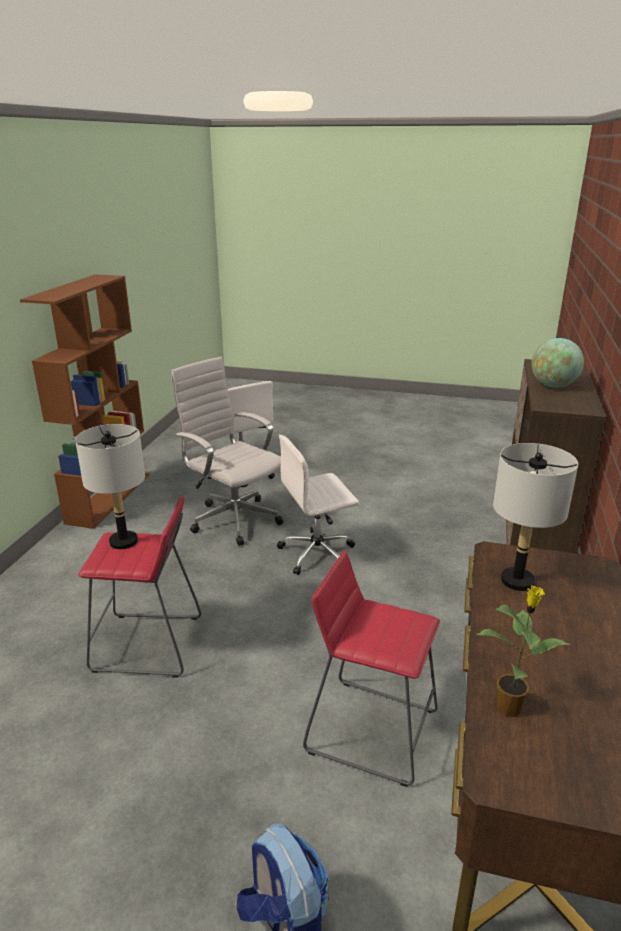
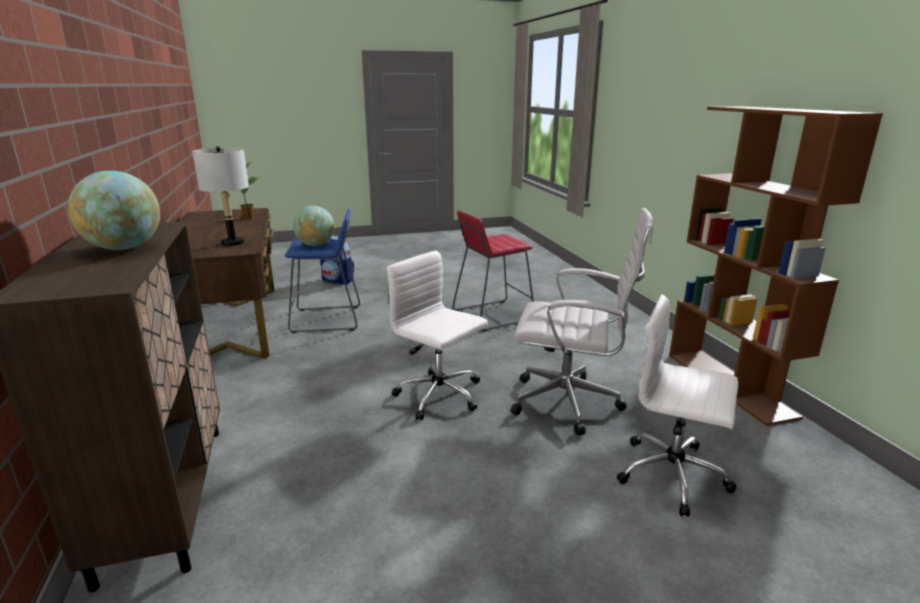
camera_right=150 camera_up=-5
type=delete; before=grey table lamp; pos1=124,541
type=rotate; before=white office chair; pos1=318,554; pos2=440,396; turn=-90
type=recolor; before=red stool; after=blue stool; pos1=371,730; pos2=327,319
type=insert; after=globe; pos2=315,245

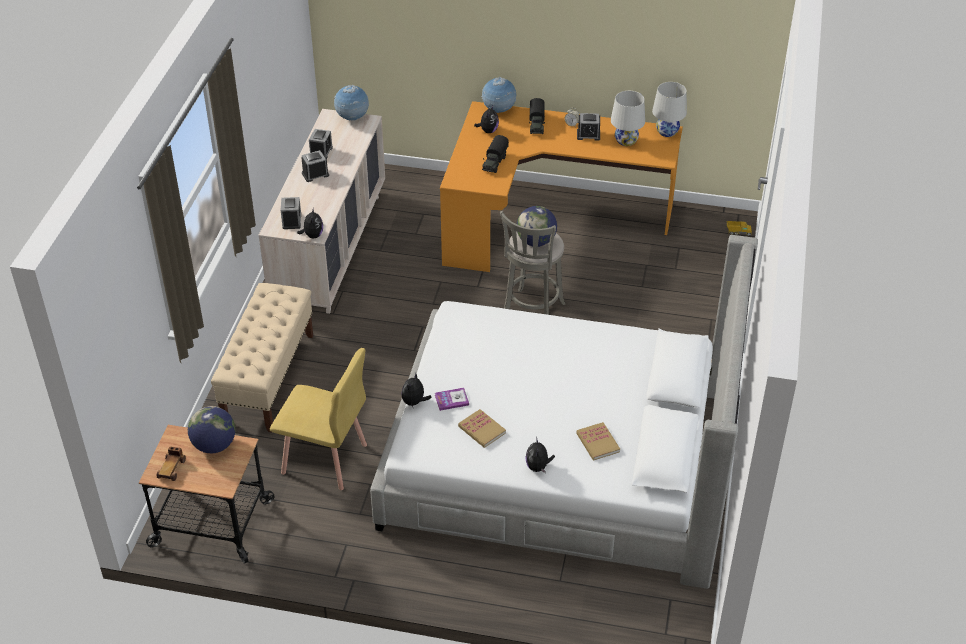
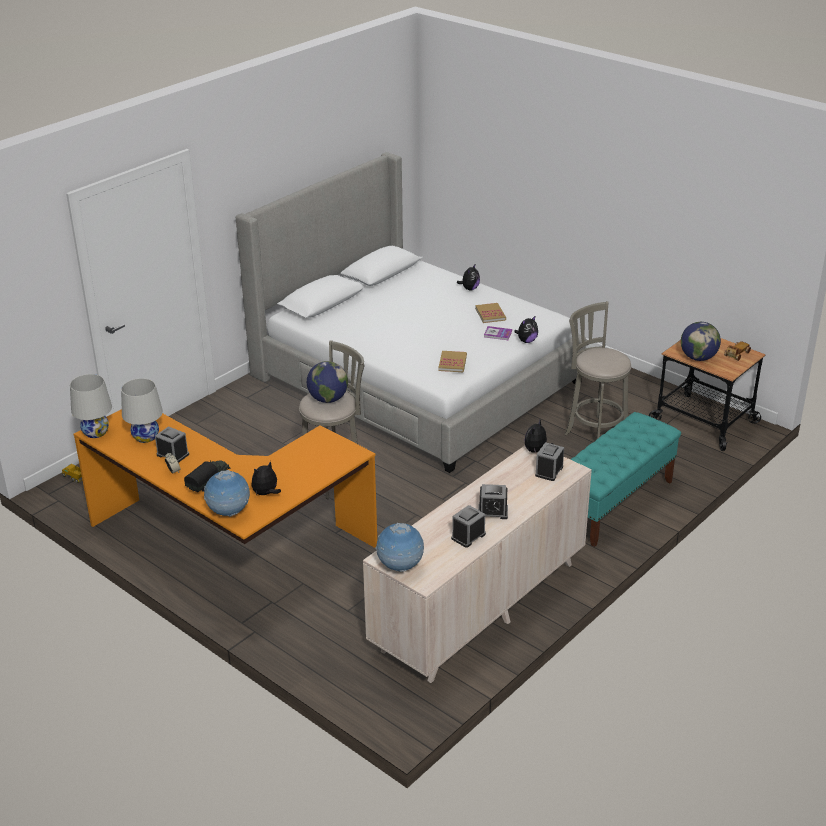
camera_right=-150 camera_up=-10
type=recolor; before=beige bench; after=turquoise bench; pos1=269,378; pos2=612,503
type=replace; before=yellow chair; after=grey stool; pos1=325,459; pos2=594,432
type=delete; before=toy truck; pos1=494,162
type=move; before=book; pos1=598,442; pos2=452,363

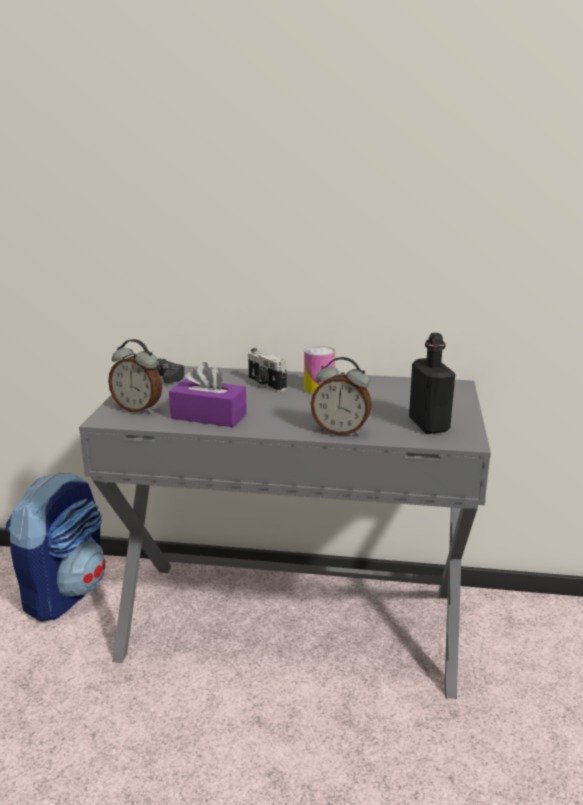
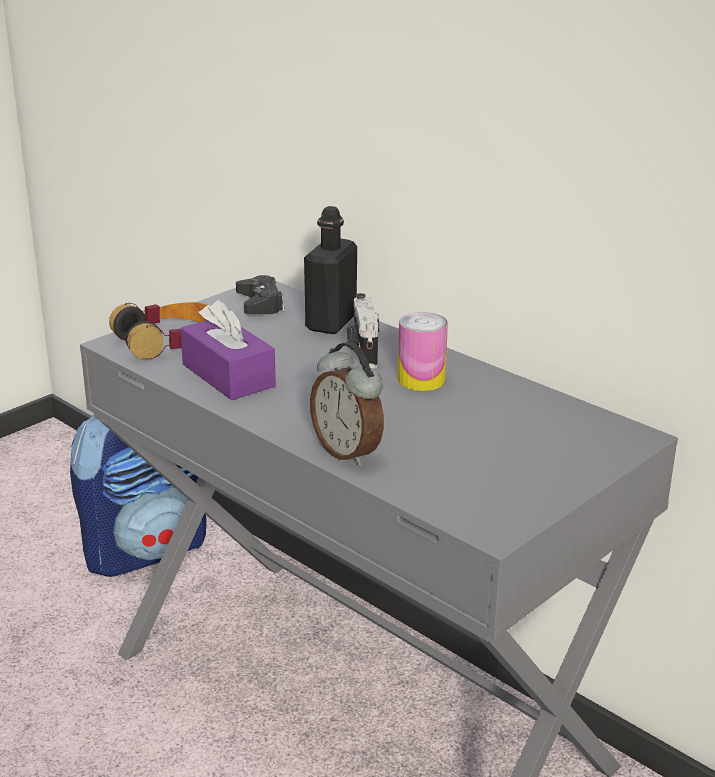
camera_right=35 camera_up=5
type=replace; before=alarm clock; after=headphones; pos1=138,409; pos2=168,340
type=move; before=black bottle; pos1=429,425; pos2=331,323

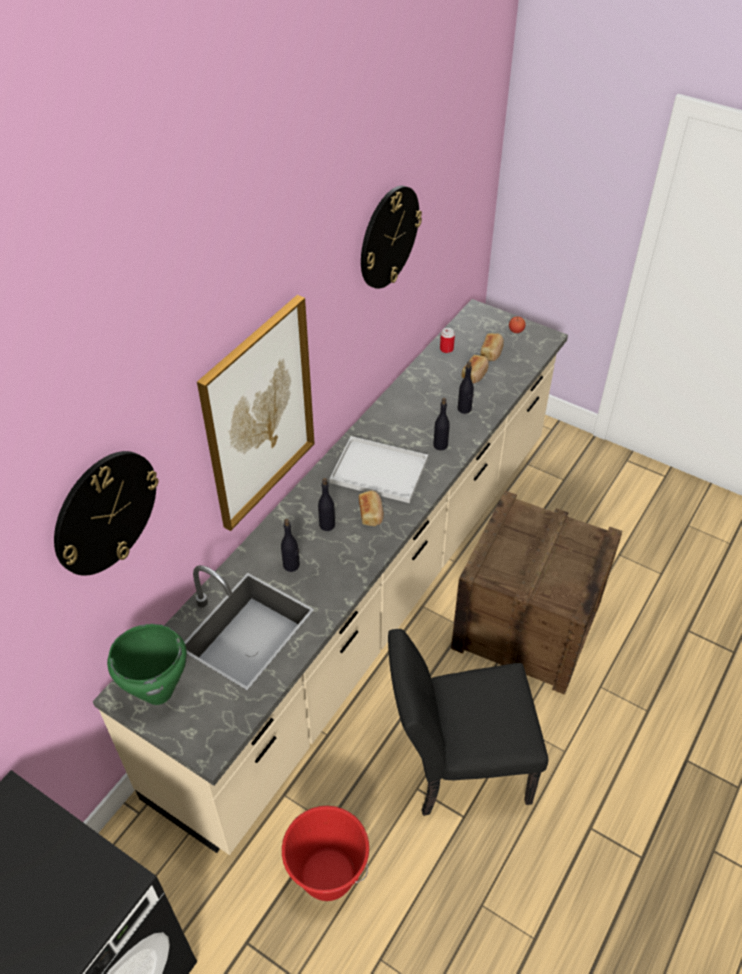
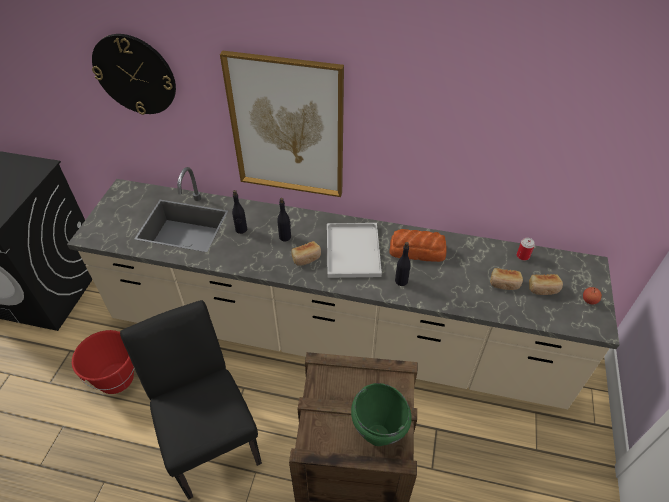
camera_right=70 camera_up=0
type=move; before=green cooking pot; pos1=157,692; pos2=378,435
type=delete; before=wall clock; pos1=388,237
type=delete; before=black bottle; pos1=464,409
type=insert; after=bread; pos2=418,251

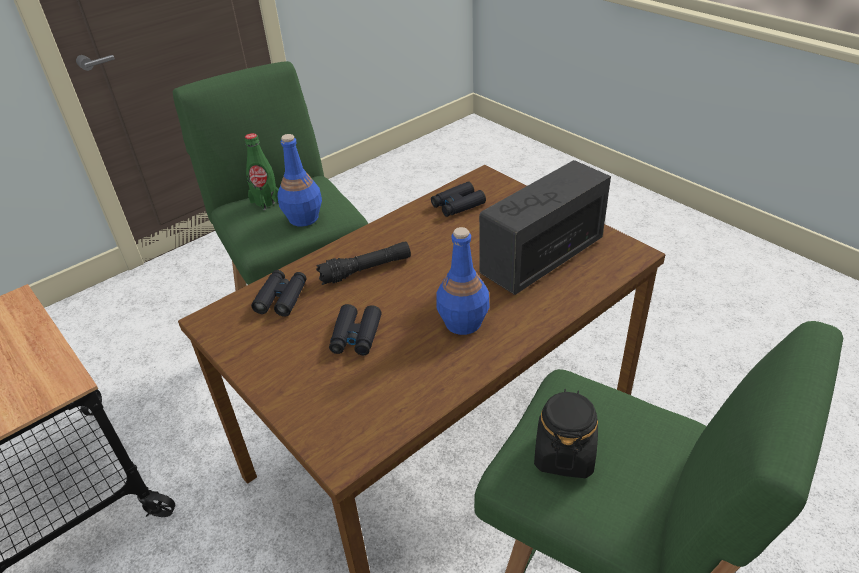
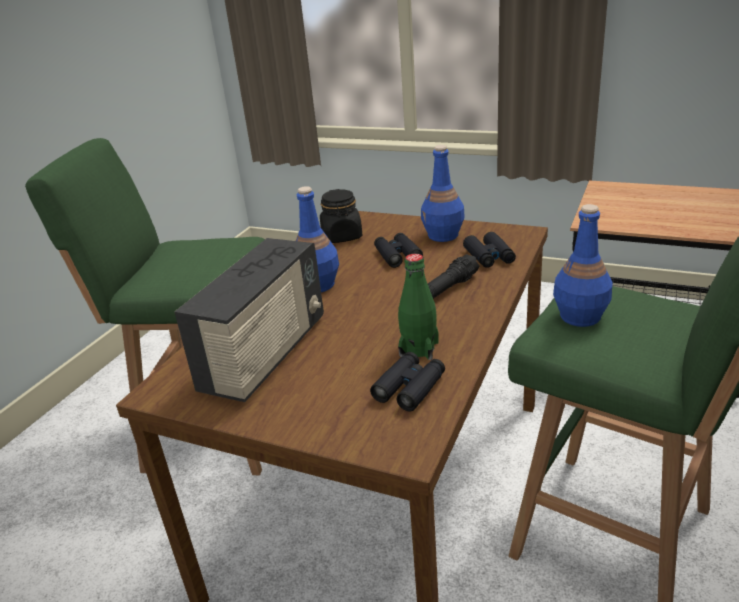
camera_right=155 camera_up=-10
type=move; before=green bottle; pos1=266,201; pos2=419,348
type=move; before=black jar; pos1=564,454; pos2=342,236
type=insert; after=blue bottle; pos2=443,236

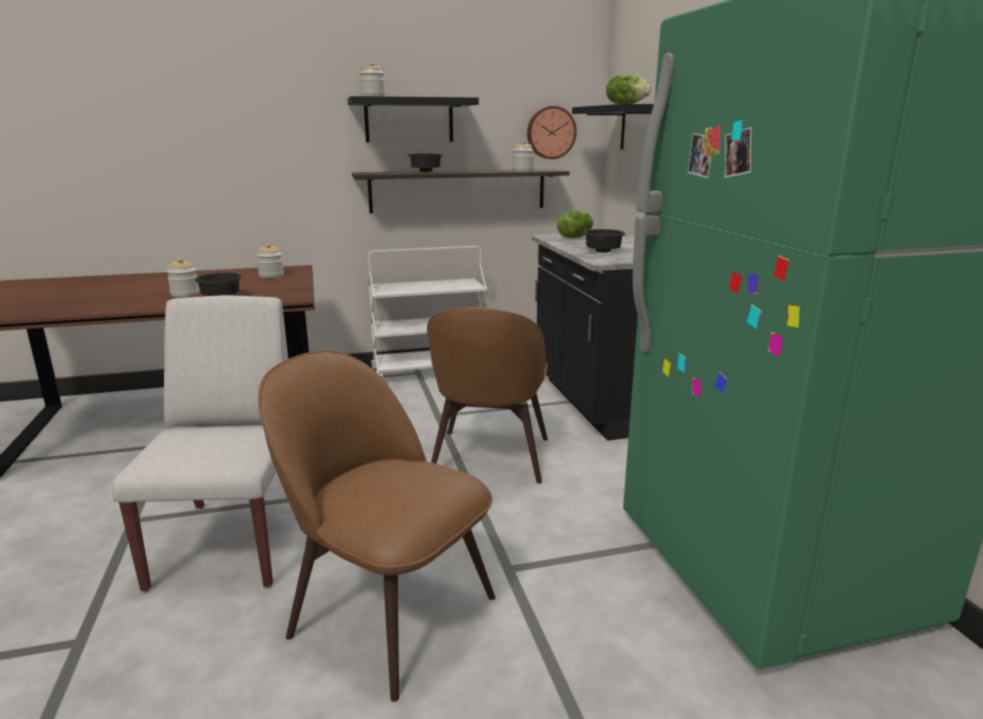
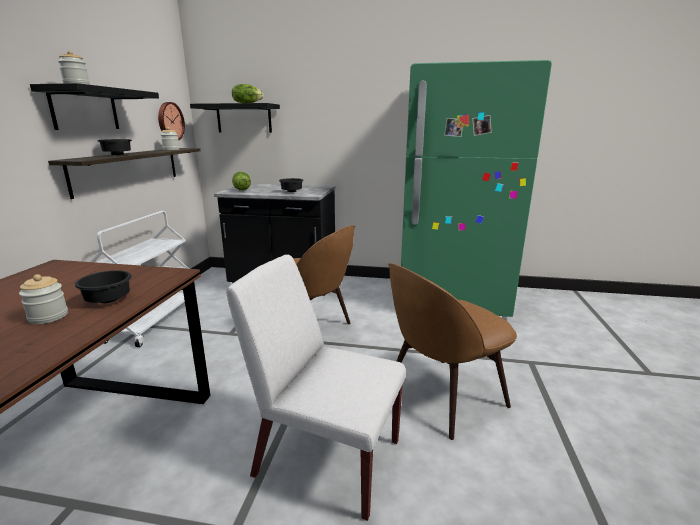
camera_right=-65 camera_up=0
type=delete; before=jar; pos1=271,276

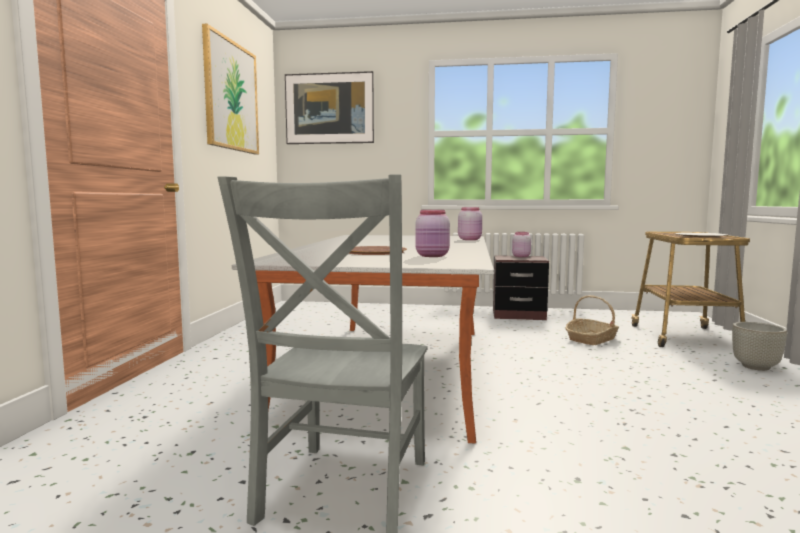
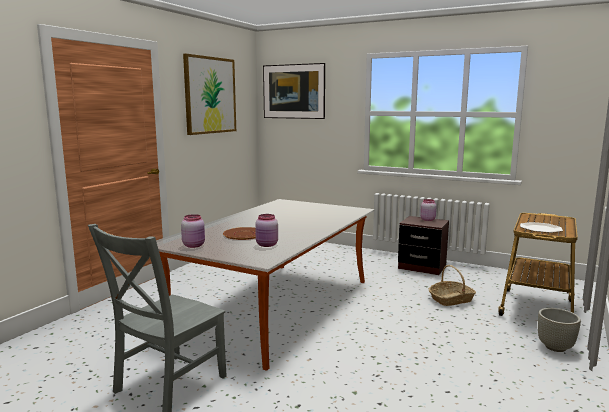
camera_right=20 camera_up=5
type=move; before=pink jar; pos1=470,239; pos2=194,245

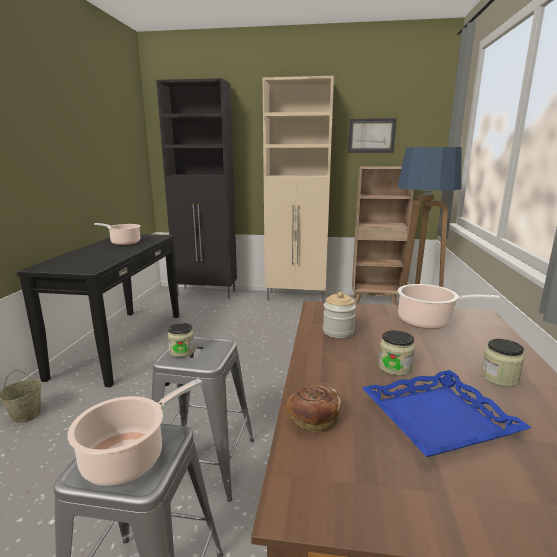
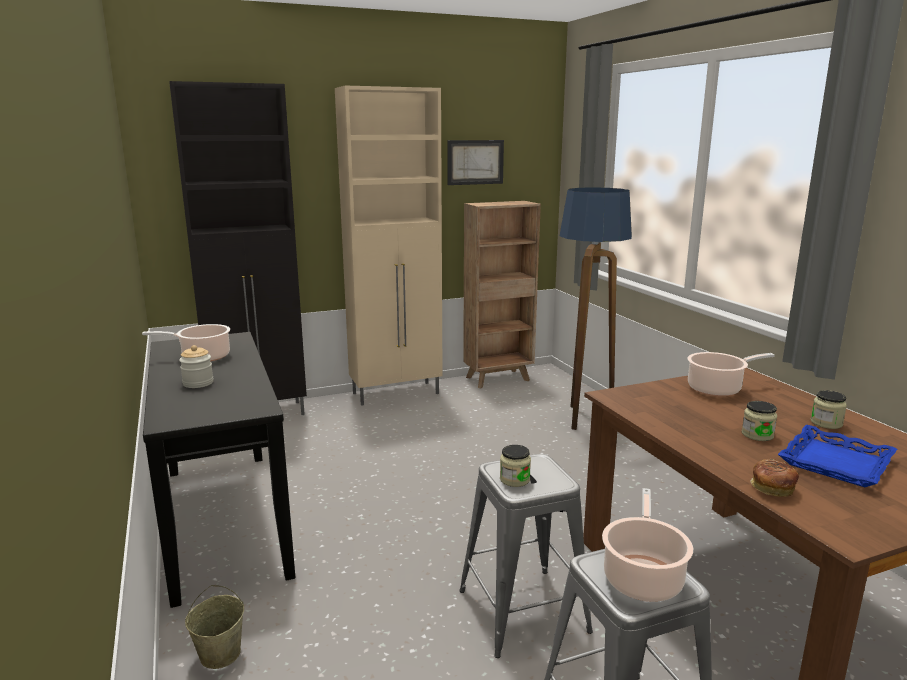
camera_right=-30 camera_up=0
type=move; before=jar; pos1=338,332; pos2=198,383

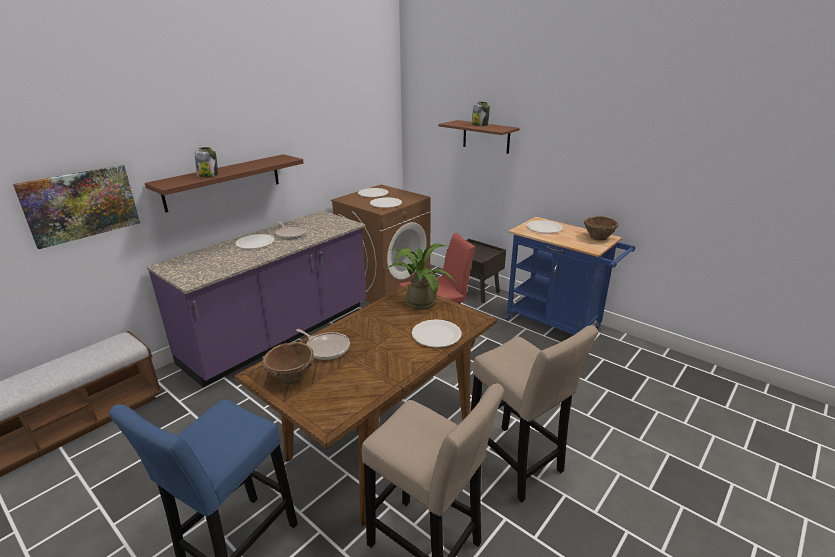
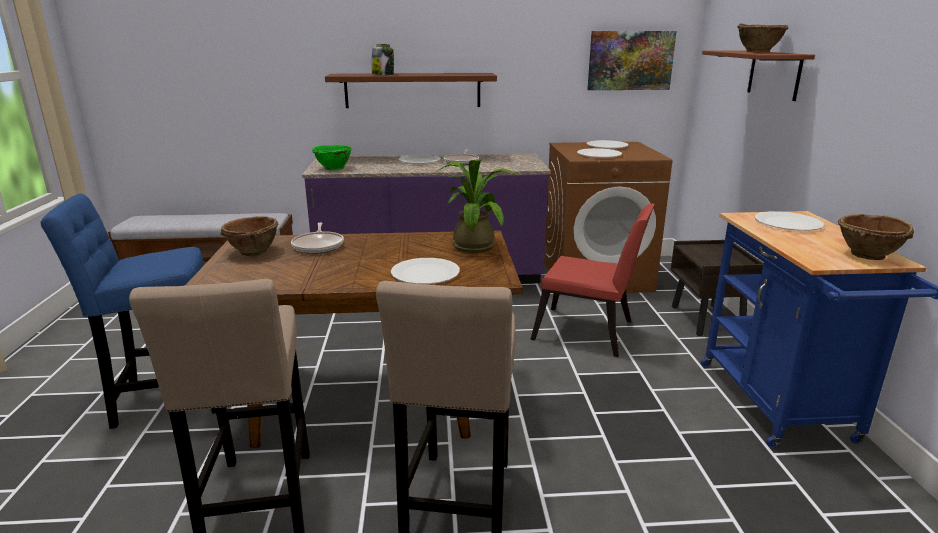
camera_right=45 camera_up=-5
type=move; before=picture; pos1=81,204; pos2=630,60
type=replace; before=jar; after=brown bowl; pos1=480,125; pos2=758,52
type=insert; after=green bowl; pos2=333,168

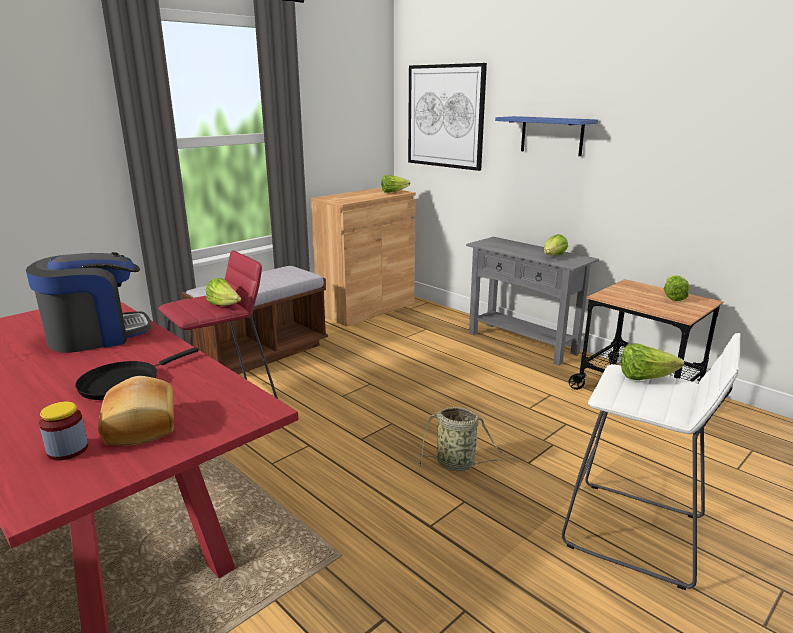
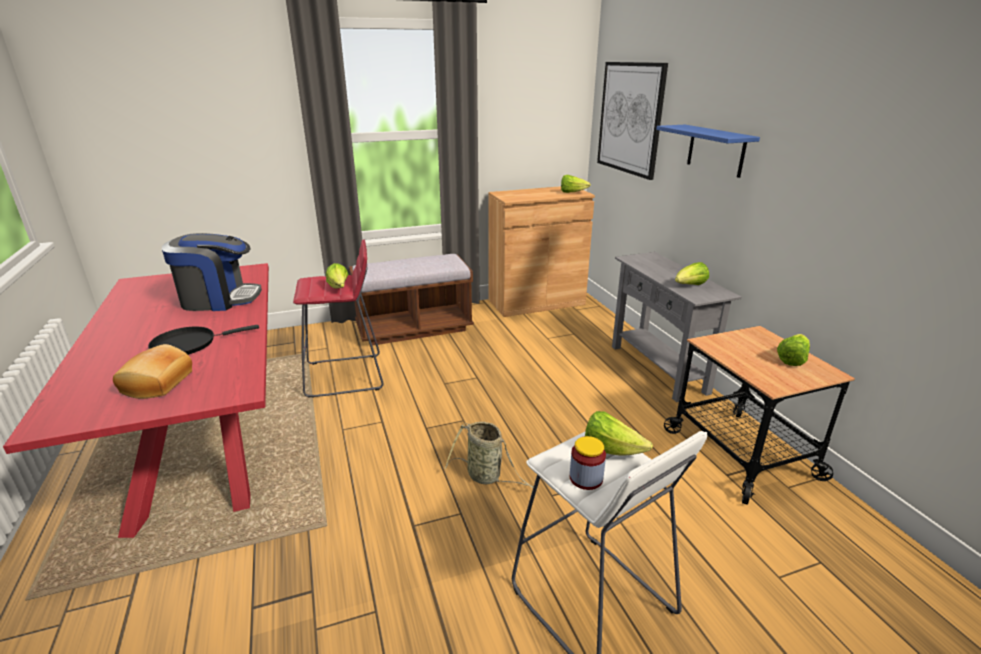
camera_right=25 camera_up=5
type=move; before=jar; pos1=68,450; pos2=586,478

